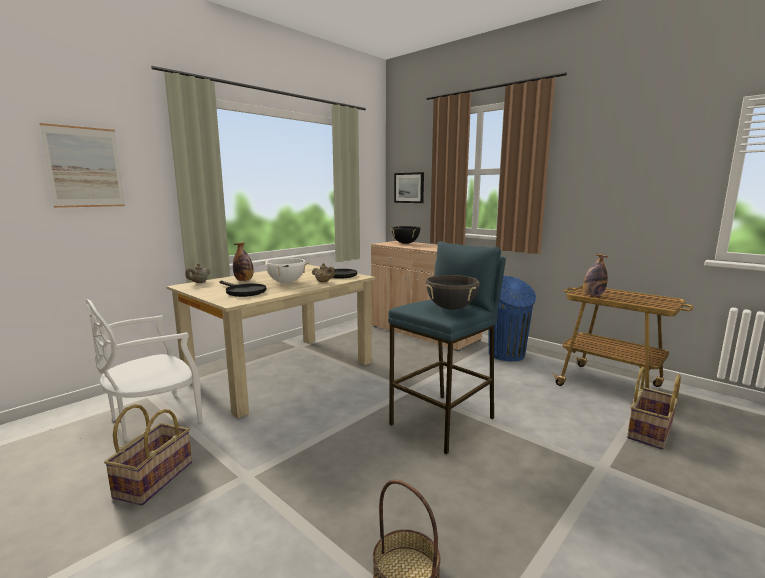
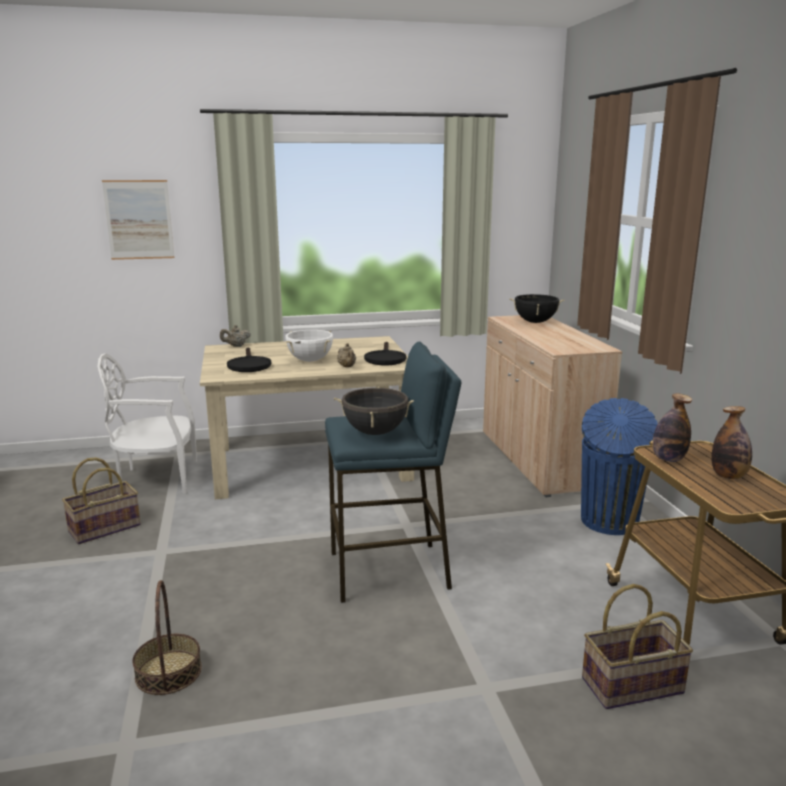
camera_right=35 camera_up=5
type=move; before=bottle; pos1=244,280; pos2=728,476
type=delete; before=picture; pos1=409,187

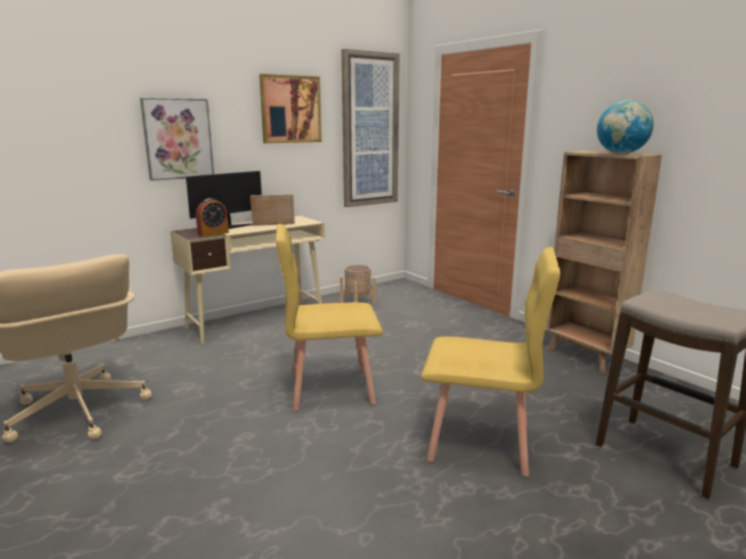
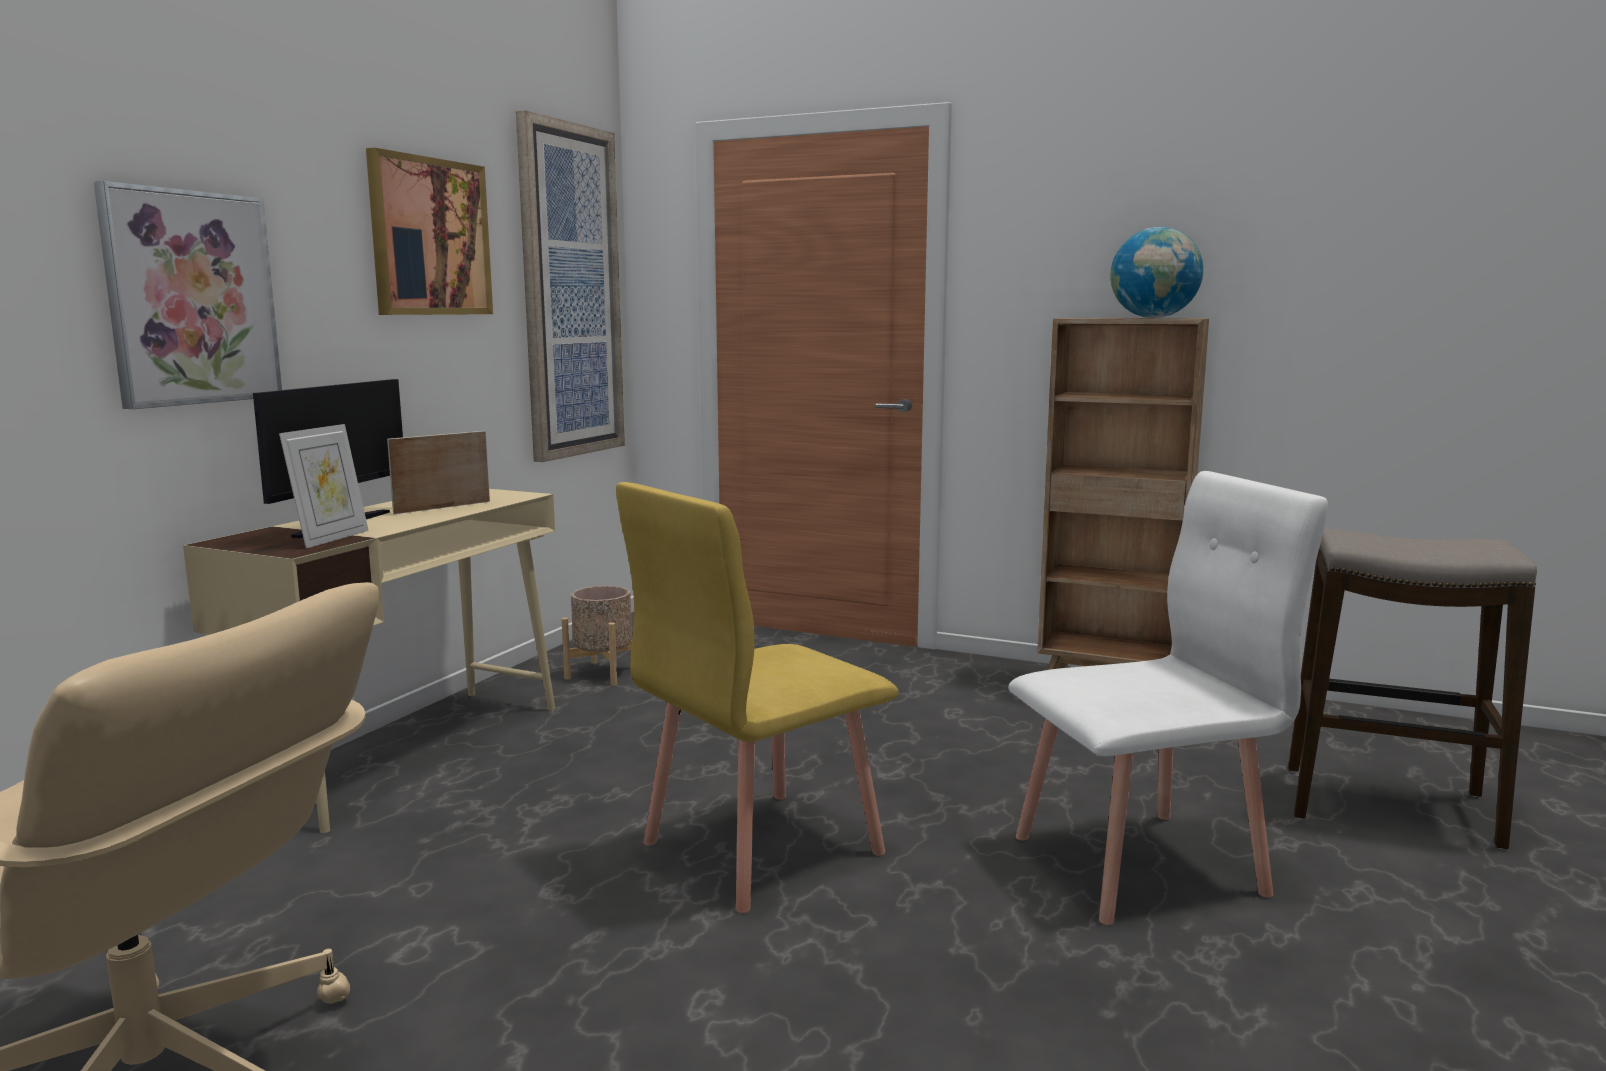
camera_right=-30 camera_up=-5
type=replace; before=alarm clock; after=picture frame; pos1=213,233; pos2=330,538
type=recolor; before=yellow chair; after=white chair; pos1=480,442; pos2=1141,865

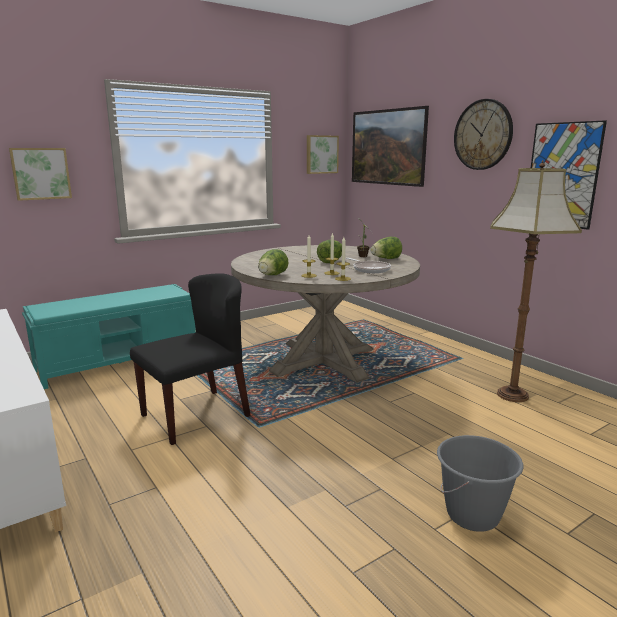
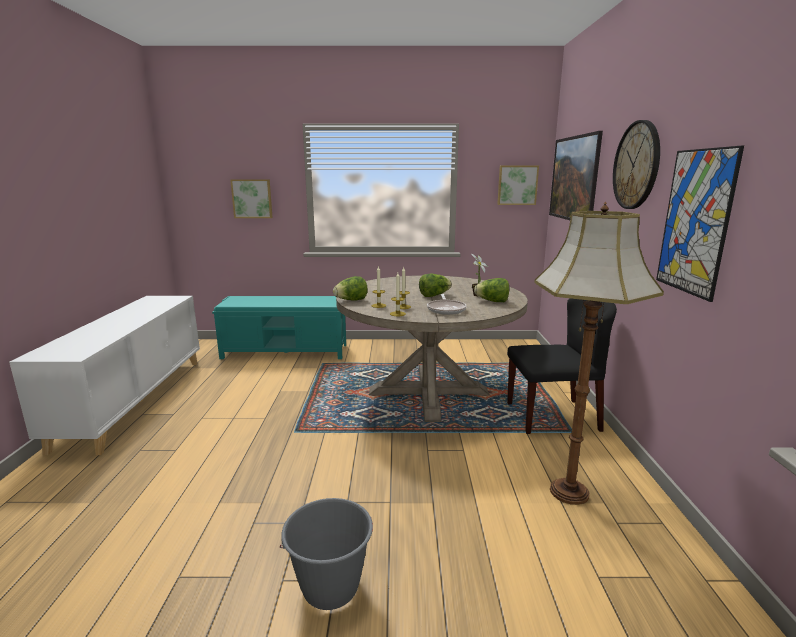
camera_right=35 camera_up=0
type=move; before=black chair; pos1=196,415; pos2=553,416

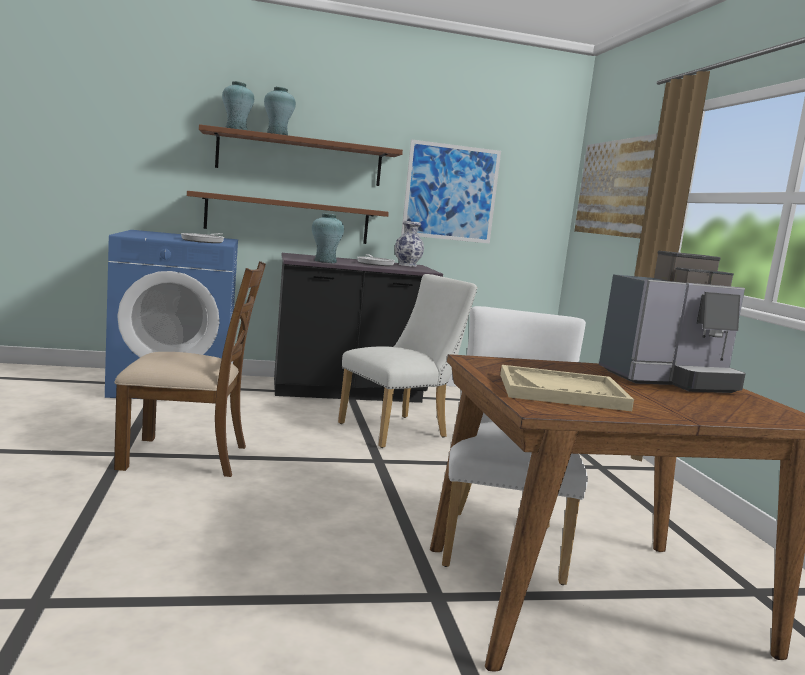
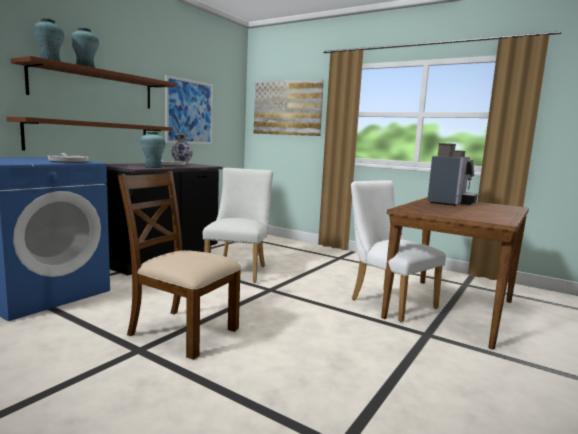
camera_right=-45 camera_up=0
type=rotate; before=brown chair; pos1=186,457; pos2=182,331; turn=-105
type=delete; before=beige tray; pos1=562,392

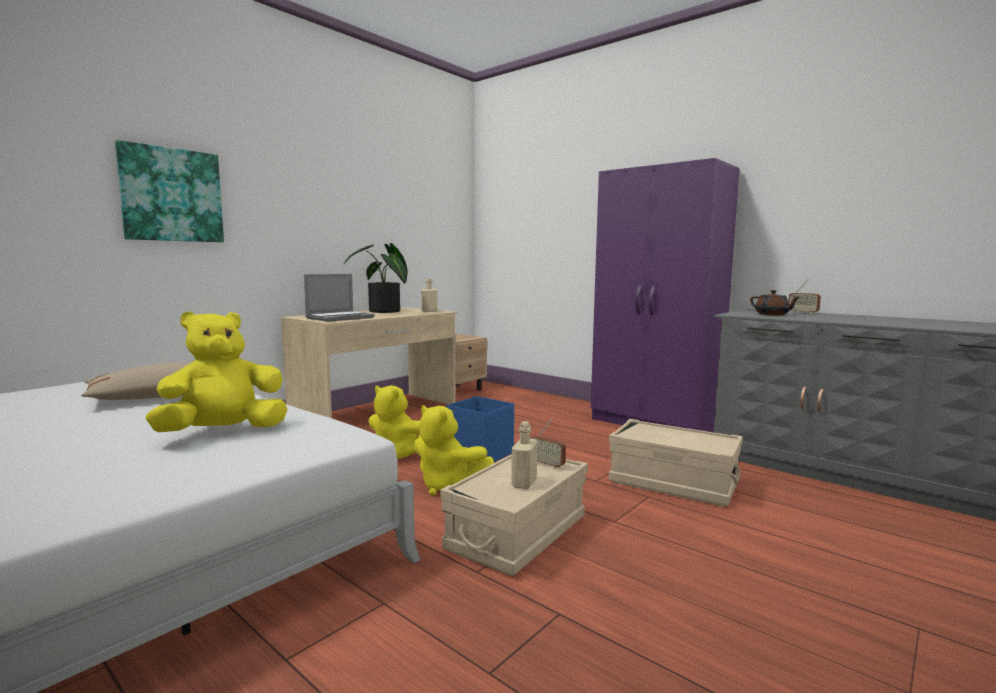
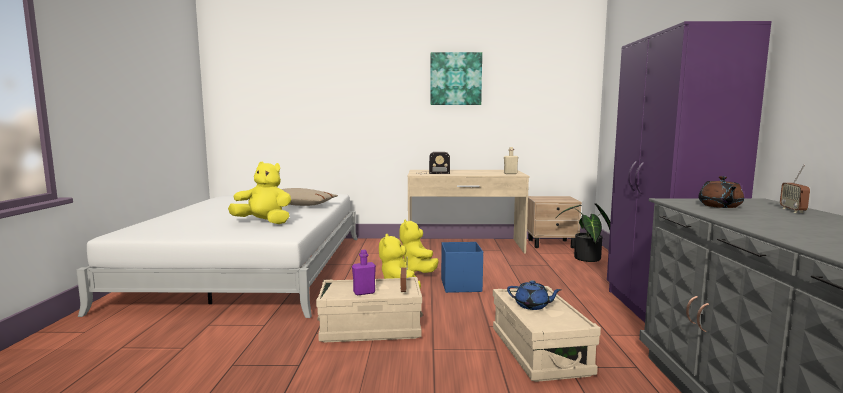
camera_right=50 camera_up=0
type=move; before=picture; pos1=172,195; pos2=455,79
type=replace; before=laptop; after=radio; pos1=340,318; pos2=431,173
type=move; before=potted plant; pos1=384,312; pos2=585,259
type=recolor; before=beige bottle; after=purple bottle; pos1=524,483; pos2=364,292
type=insert; after=blue teapot; pos2=532,306

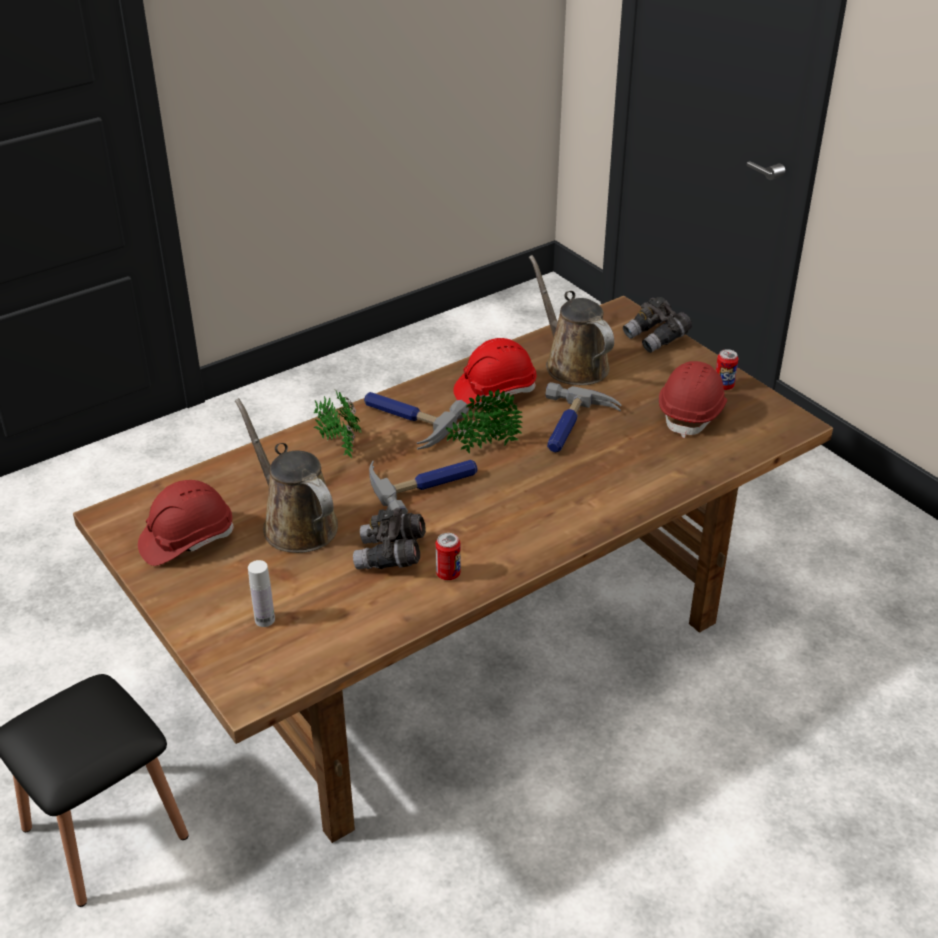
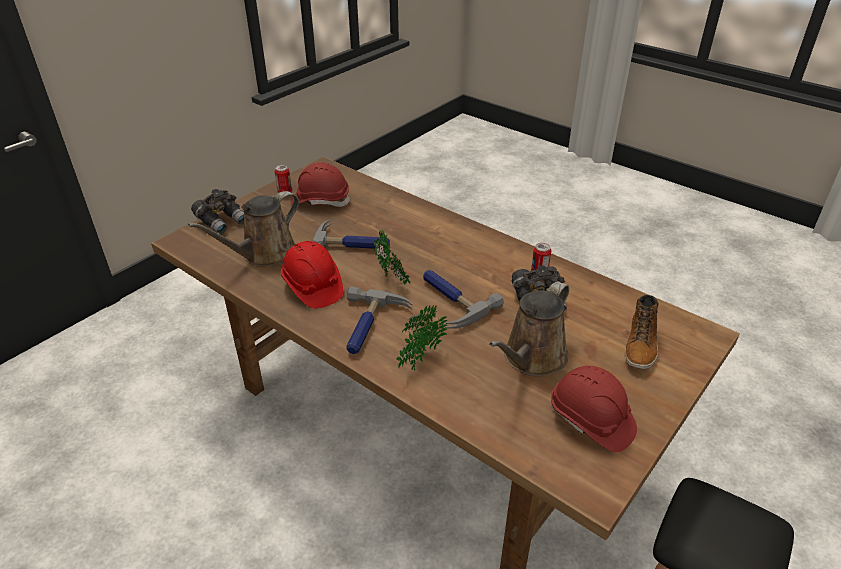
camera_right=-105 camera_up=0
type=replace; before=white bottle; after=boot; pos1=264,620; pos2=641,346

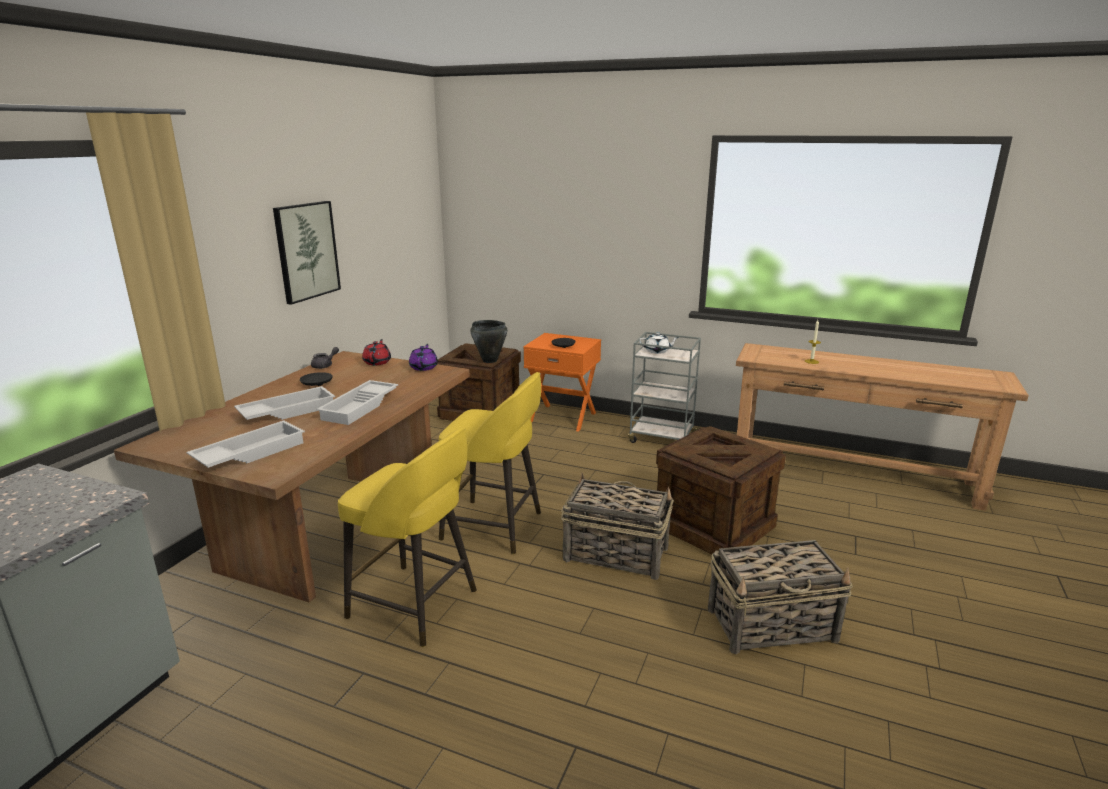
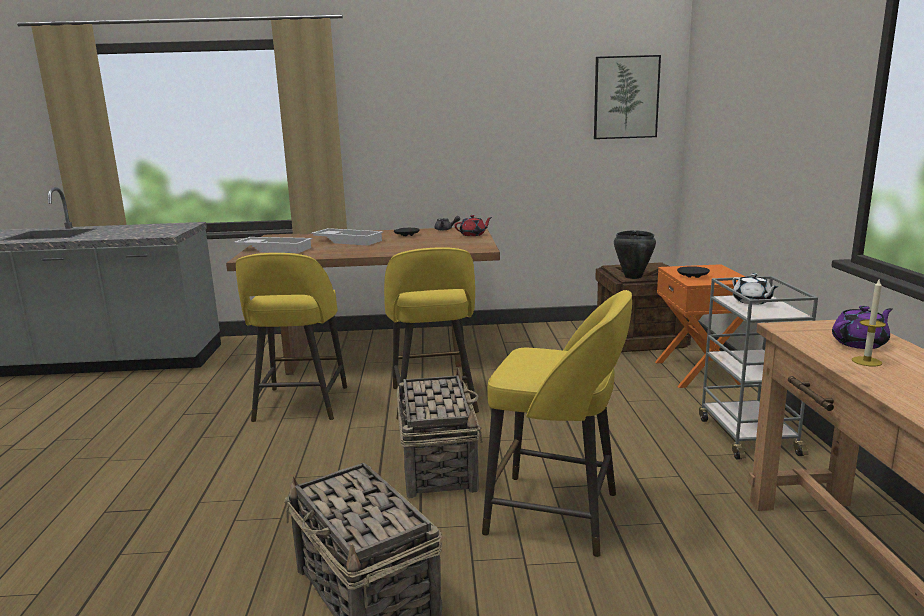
camera_right=65 camera_up=-5
type=move; before=picture; pos1=306,251; pos2=626,97
type=delete; before=white tray; pos1=361,407
type=move; before=purple teapot; pos1=424,367; pos2=860,343
type=replace; before=crate; after=yellow stool; pos1=714,526; pos2=557,514

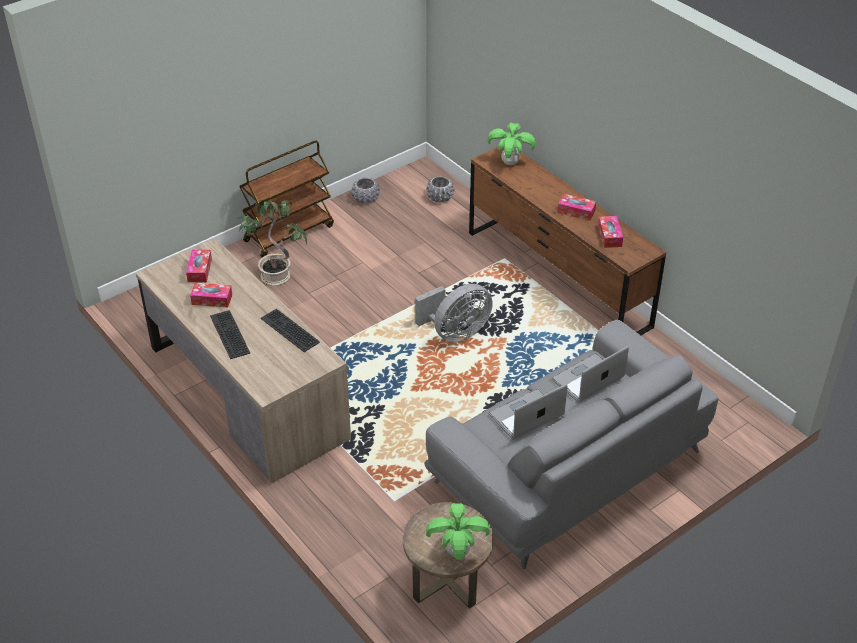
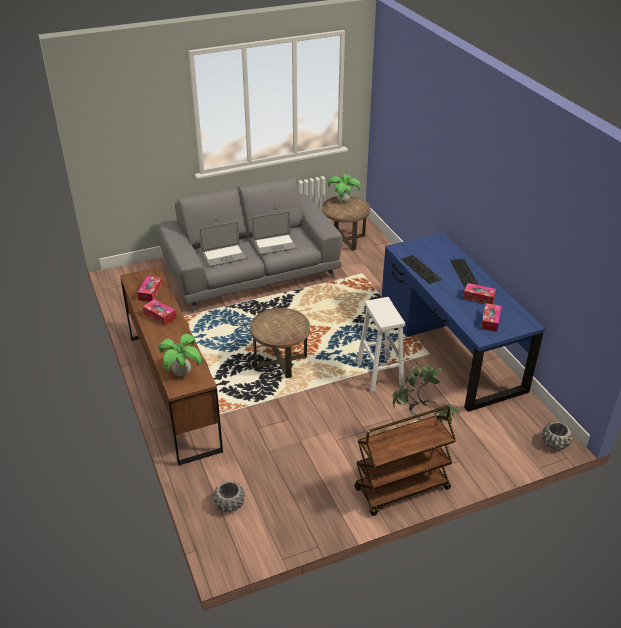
camera_right=-165 camera_up=-5
type=recolor; before=brown desk; after=blue desk; pos1=247,393; pos2=450,347
type=move; before=grey planter; pos1=366,199; pos2=554,443
type=replace; before=grey fan; after=brown side table; pos1=455,333; pos2=280,361
type=insert; after=white stool; pos2=379,373

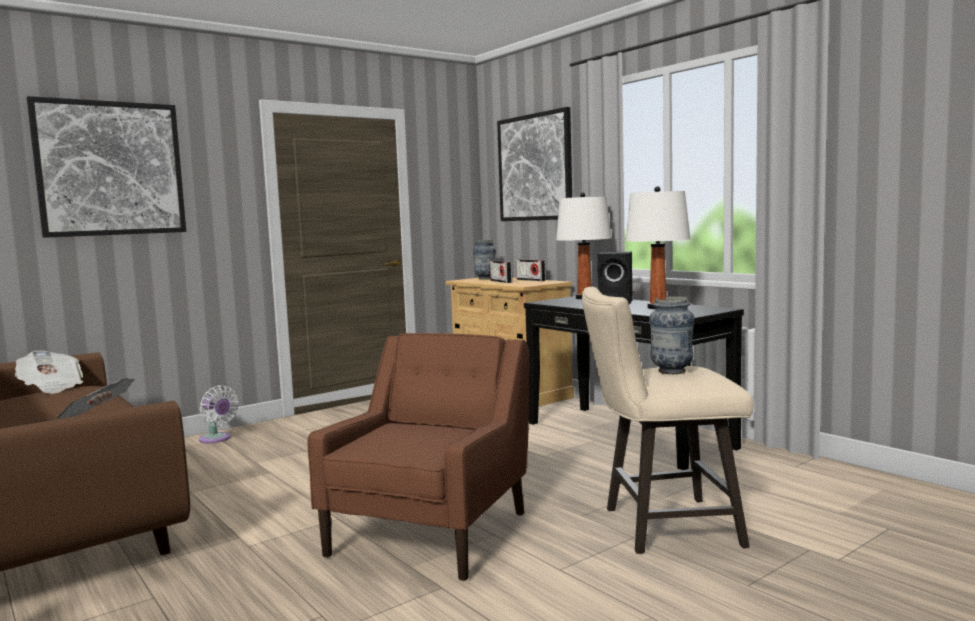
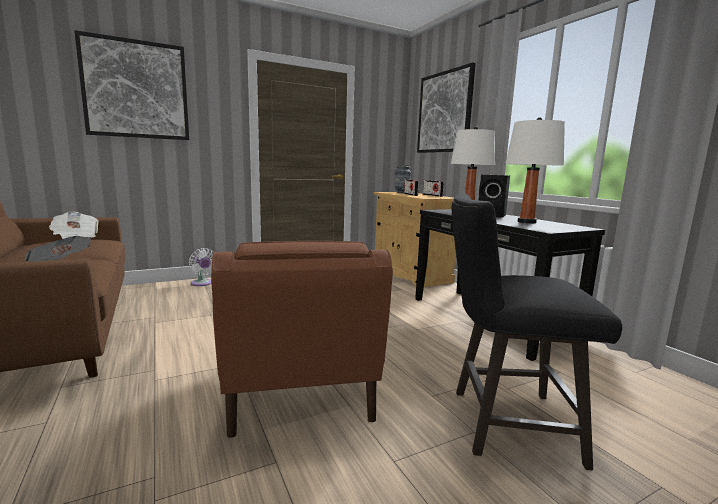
camera_right=10 camera_up=5
type=rotate; before=brown armchair; pos1=431,532; pos2=299,392; turn=135
type=recolor; before=beige stool; after=black stool; pos1=661,527; pos2=503,423
type=delete; before=vase; pos1=671,371

